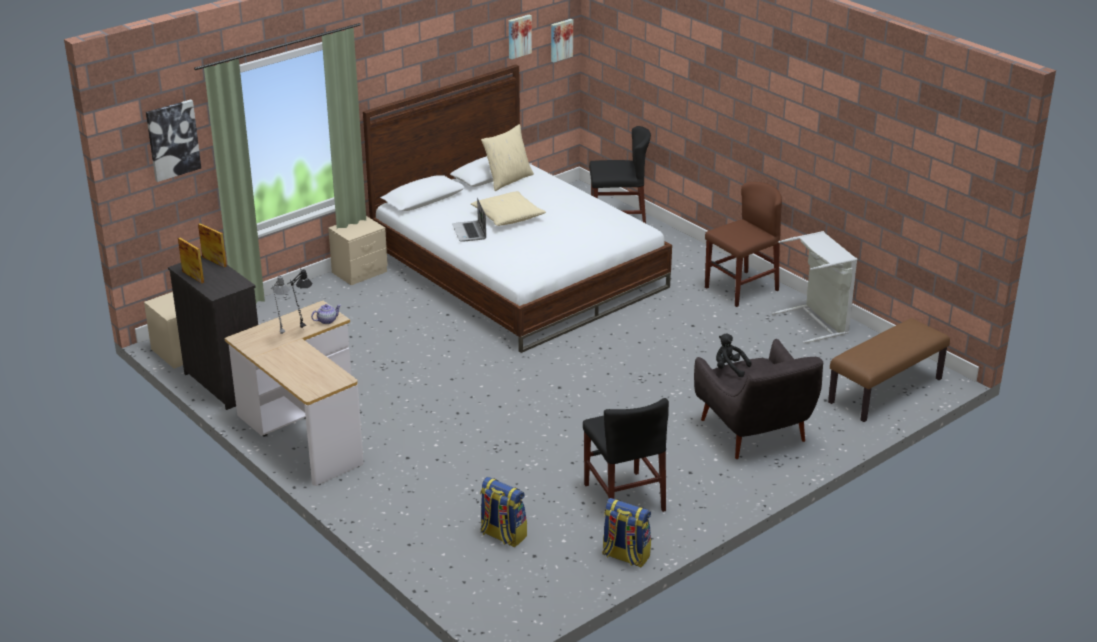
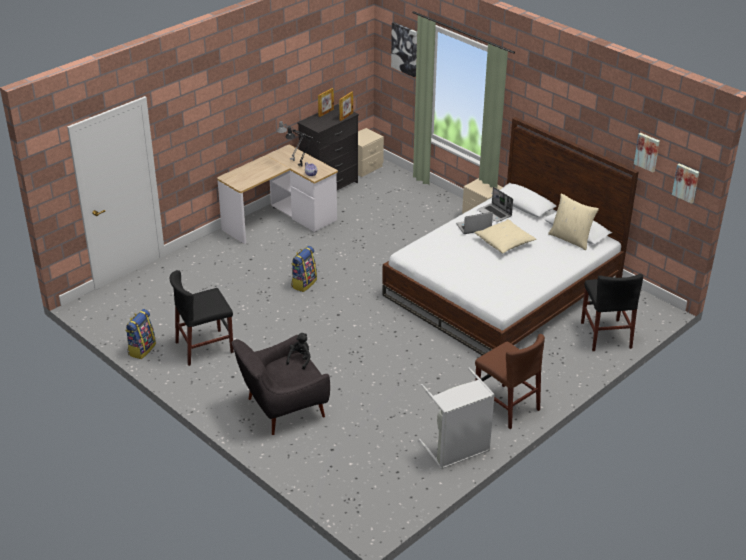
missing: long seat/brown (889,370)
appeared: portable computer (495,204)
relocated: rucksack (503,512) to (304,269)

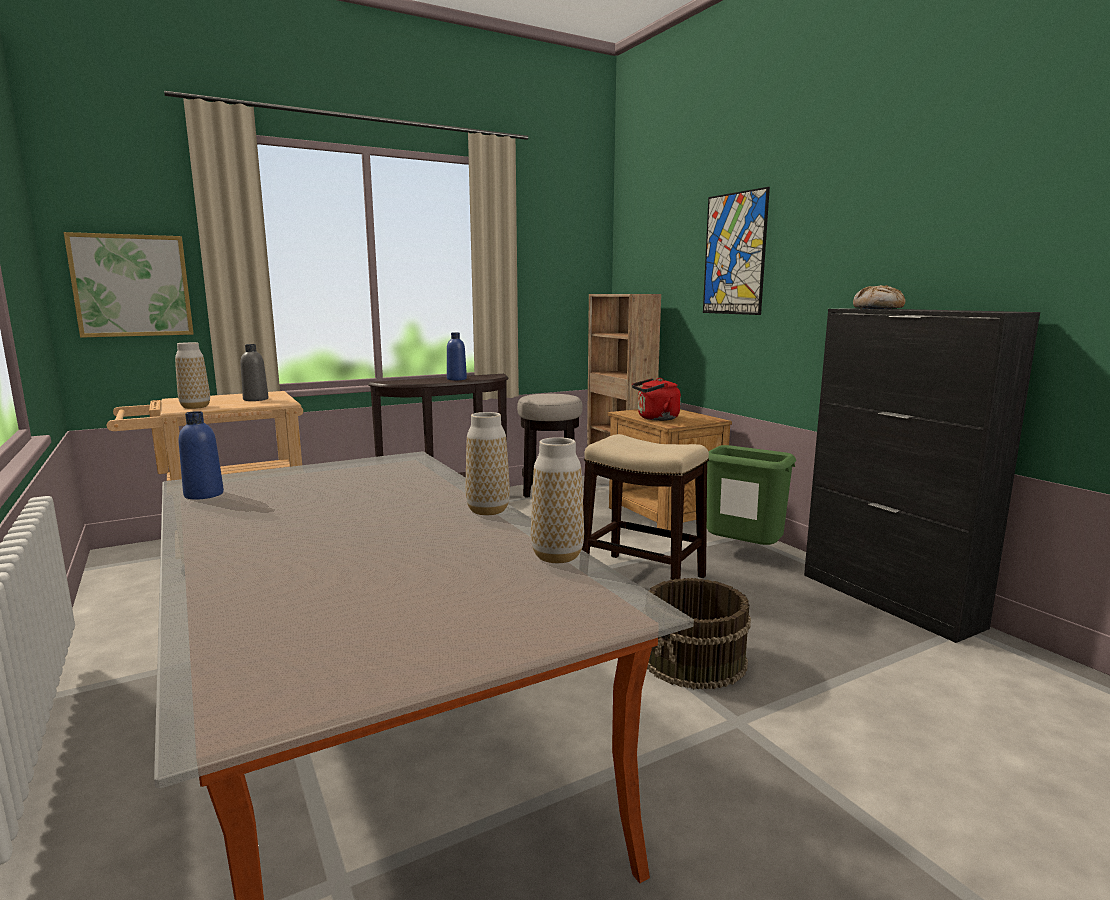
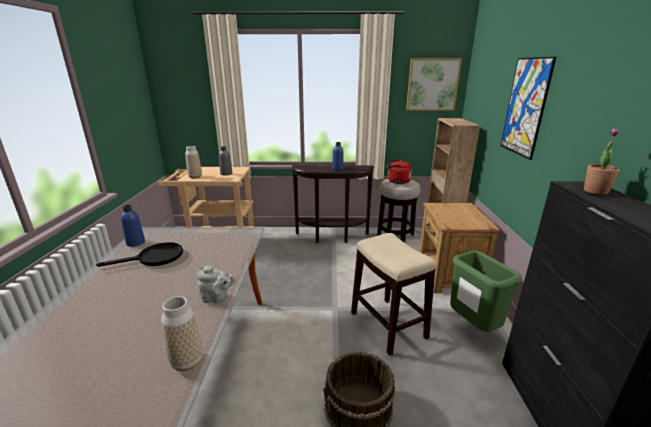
appeared: pan/black-coloured (139,254)
relocated: picture (129,285) to (434,84); kettle/red (656,399) to (399,171)
exchanged: decorative vase (487,463) to tea pot/grey (216,285); baked bread (879,297) to potted plant (601,161)

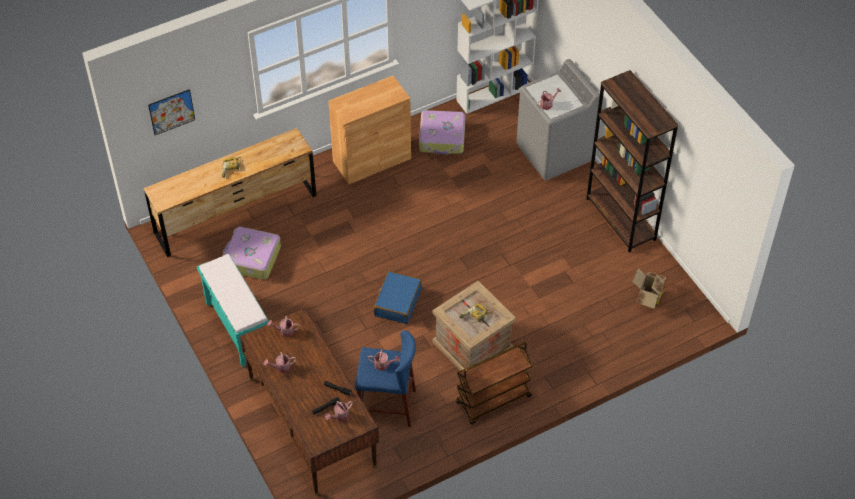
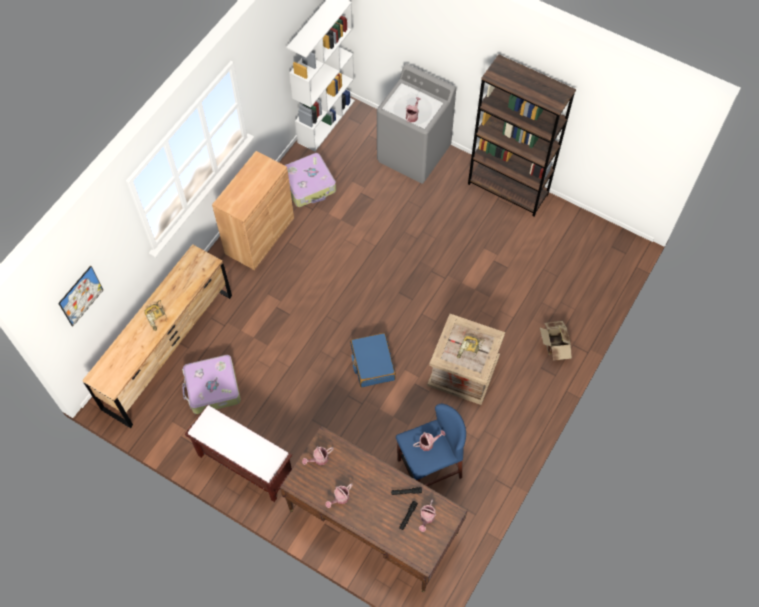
missing: trolley/brown (494,383)
relocated: cardboard box (650,288) to (556,341)
colour: long seat/turquoise-coloured (233,310) to long seat/brown (238,453)

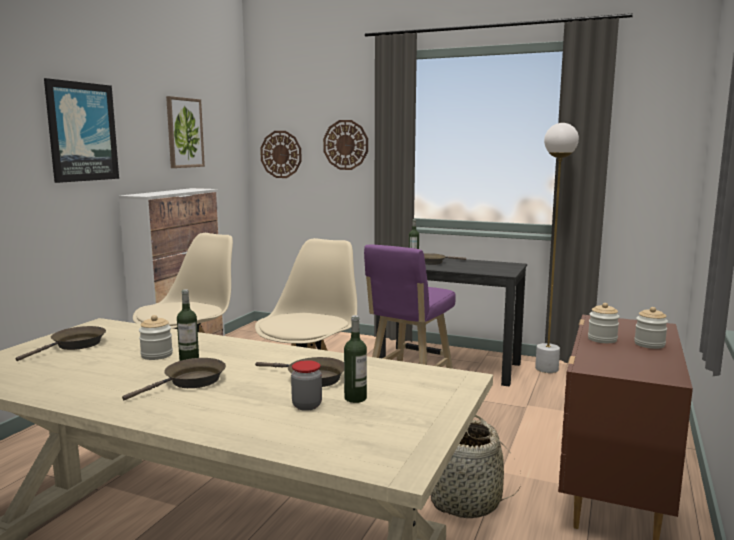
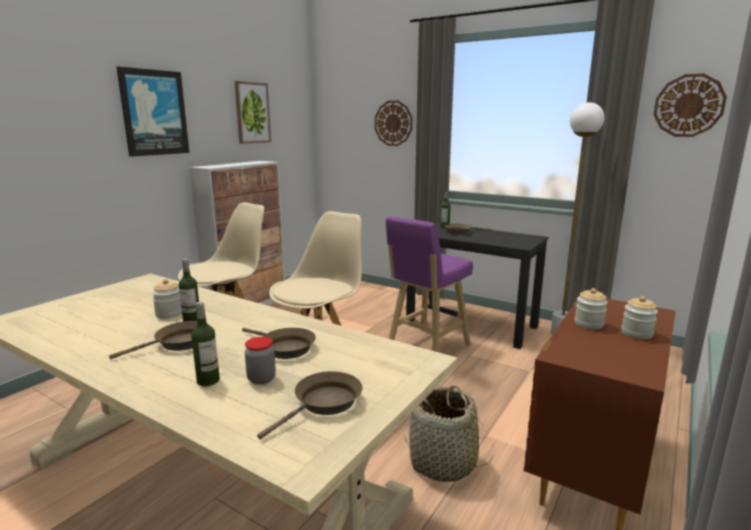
relocated: pan/brown (60,343) to (309,405); wall clock (281,154) to (690,105); drink bottle (355,359) to (205,344)

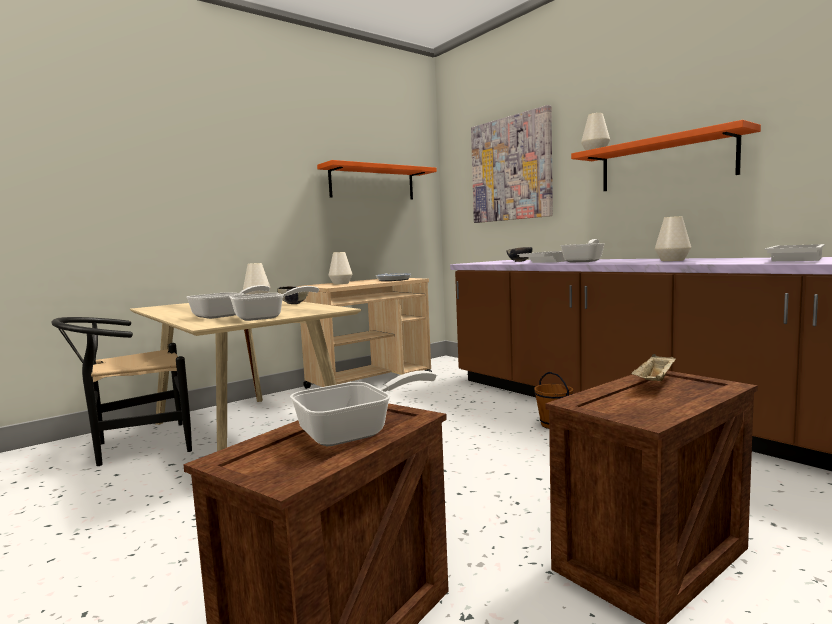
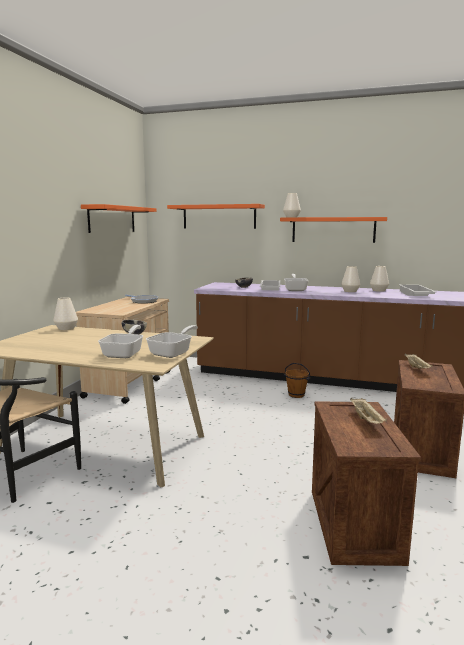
relocated: decorative vase/whitish (340,268) to (379,279)
exchanged: pan (363,408) to serving tray/sand-coloured (368,411); picture (512,164) to wall shelf/orange-coloured (216,216)

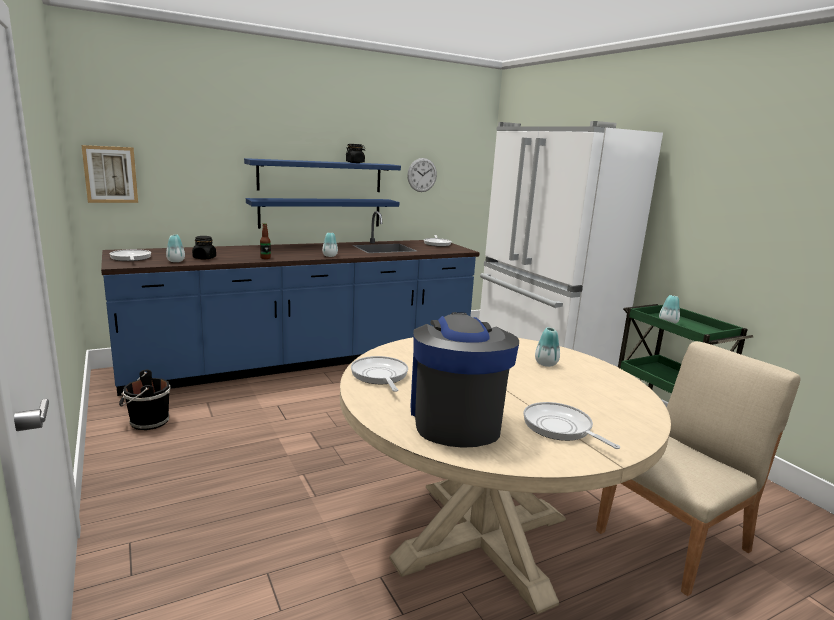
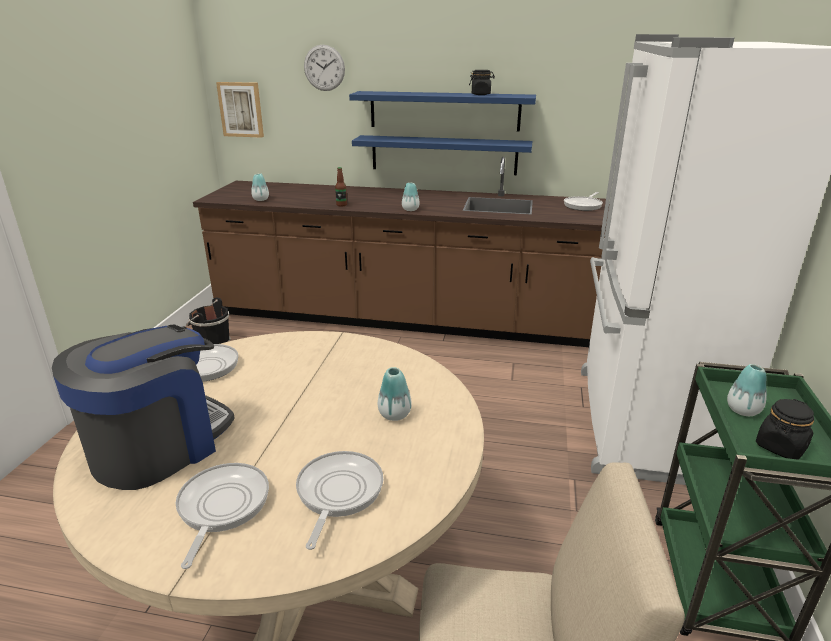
relocated: pan (130,255) to (340,500); preserve jar/black-coloured (204,247) to (785,429); wall clock (422,175) to (324,68)
colour: counter/blue-coloured (290,303) to counter/brown (401,252)

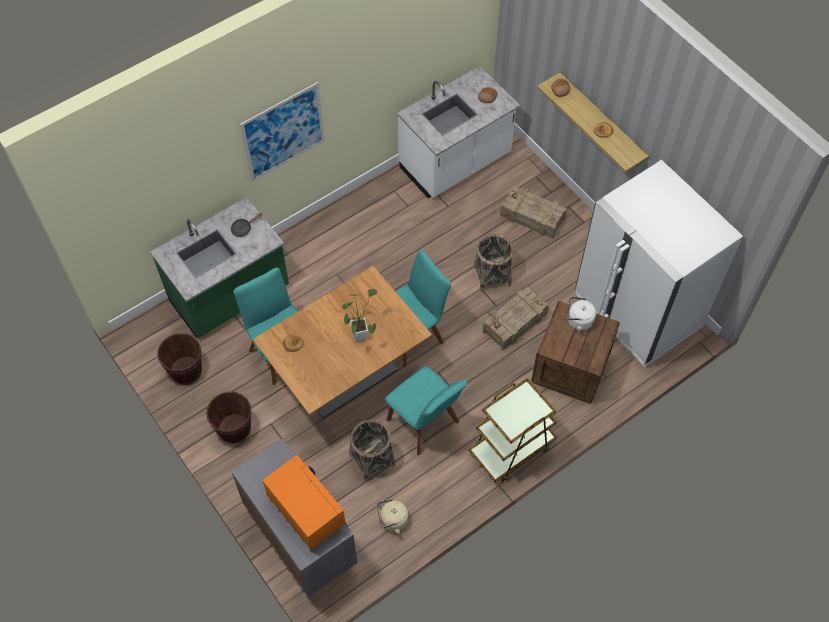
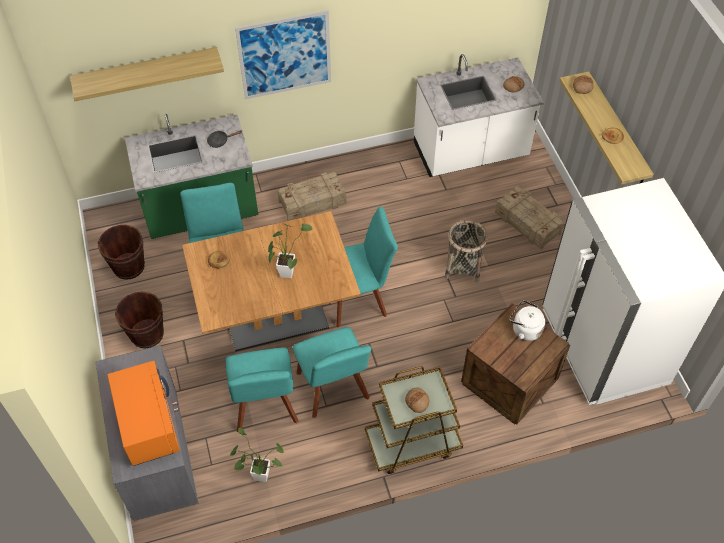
appeared: wall shelf (147,74); baked bread (417,400)
relocated: packing crate (515,318) to (311,196)
exchanged: household basket (372,450) to upright chair/turquoise-coloured (262,389); kettle/sand-coloured (393,516) to potted plant (257,454)

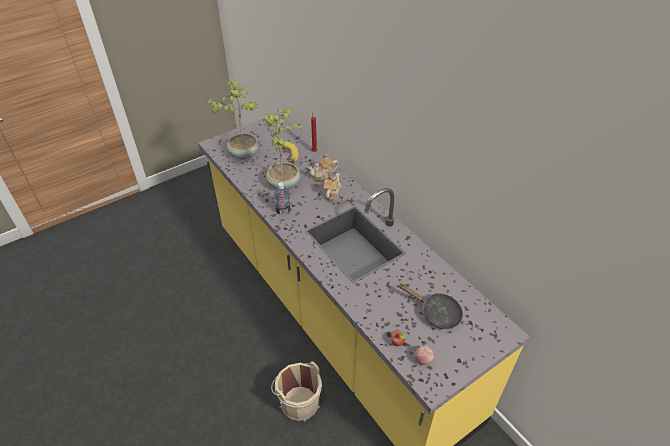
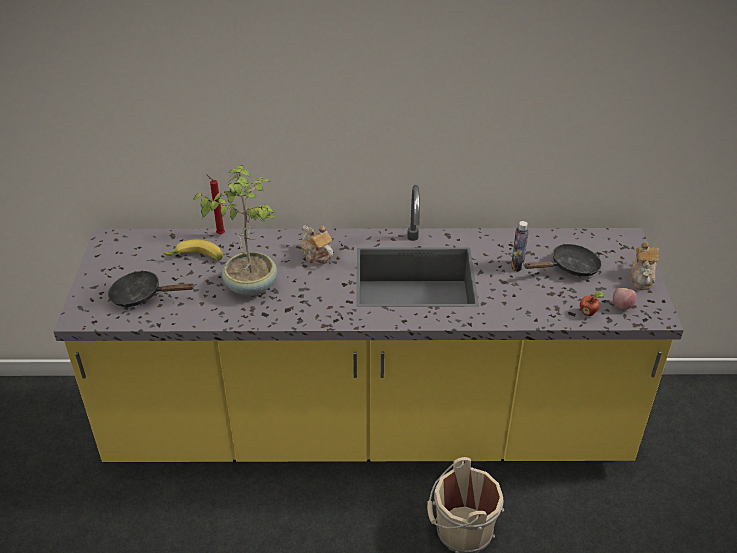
relocated: drink bottle (282,198) to (520,246); tea pot (323,167) to (645,266)
exchanged: potted plant (233,120) to pan/black-coloured (151,288)

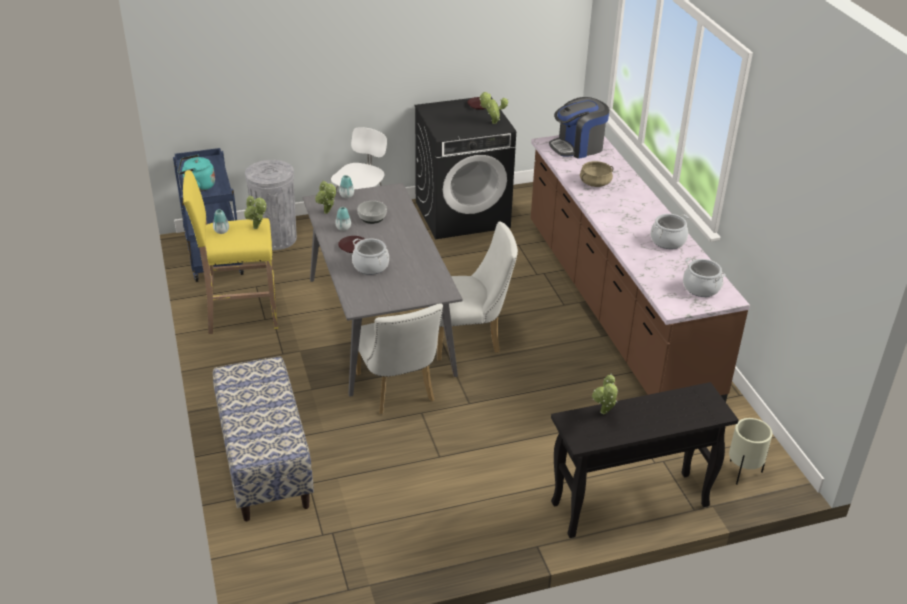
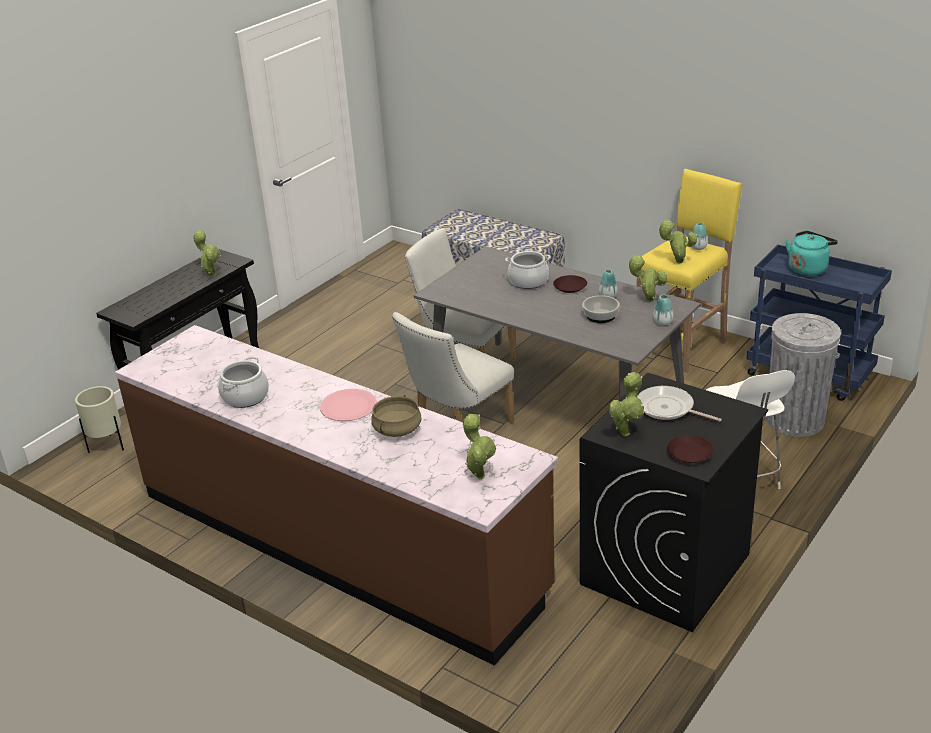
missing: stockpot (704,277)
appeared: plate/pink (348,405); pan (679,403)
exchanged: coffee brewer (579,128) to potted plant (479,446)

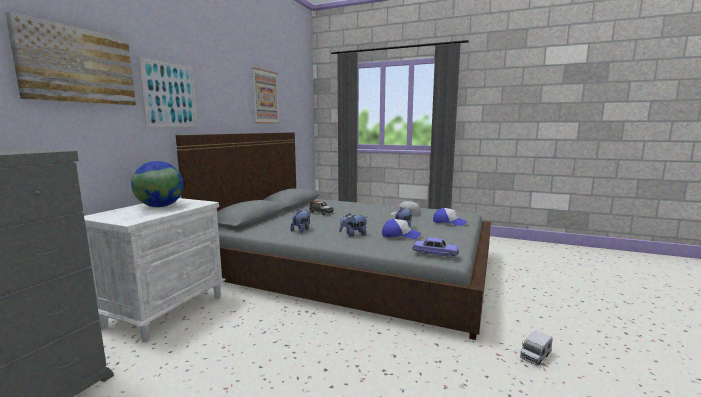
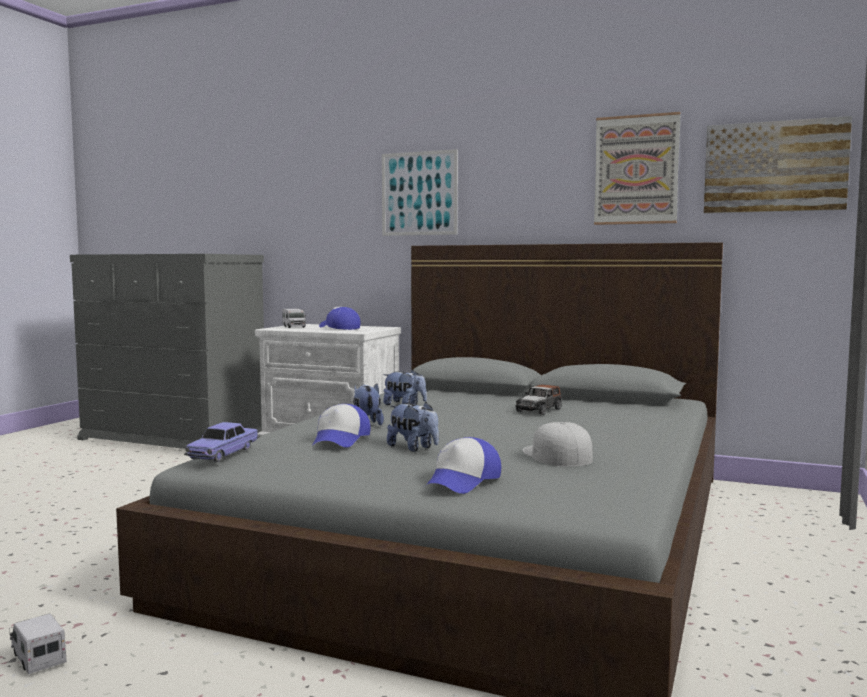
appeared: toy lorry (294,318)
relocated: picture (70,58) to (778,164)
exchanged: world globe (157,184) to peaked cap (339,318)

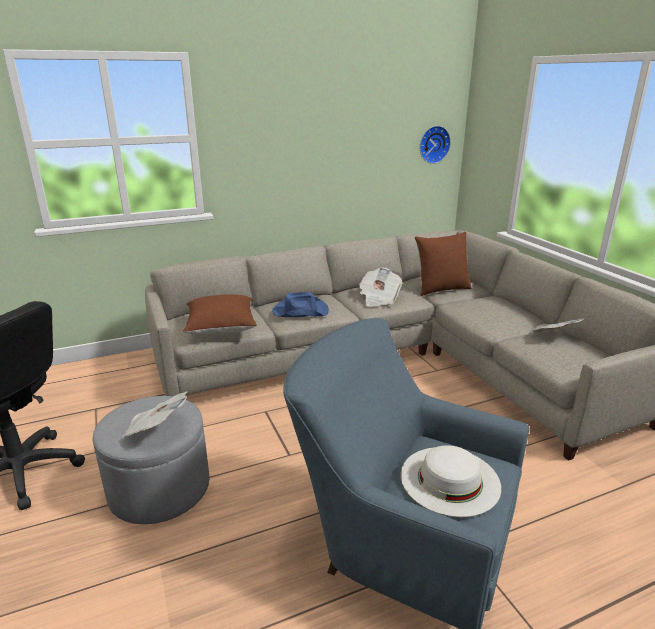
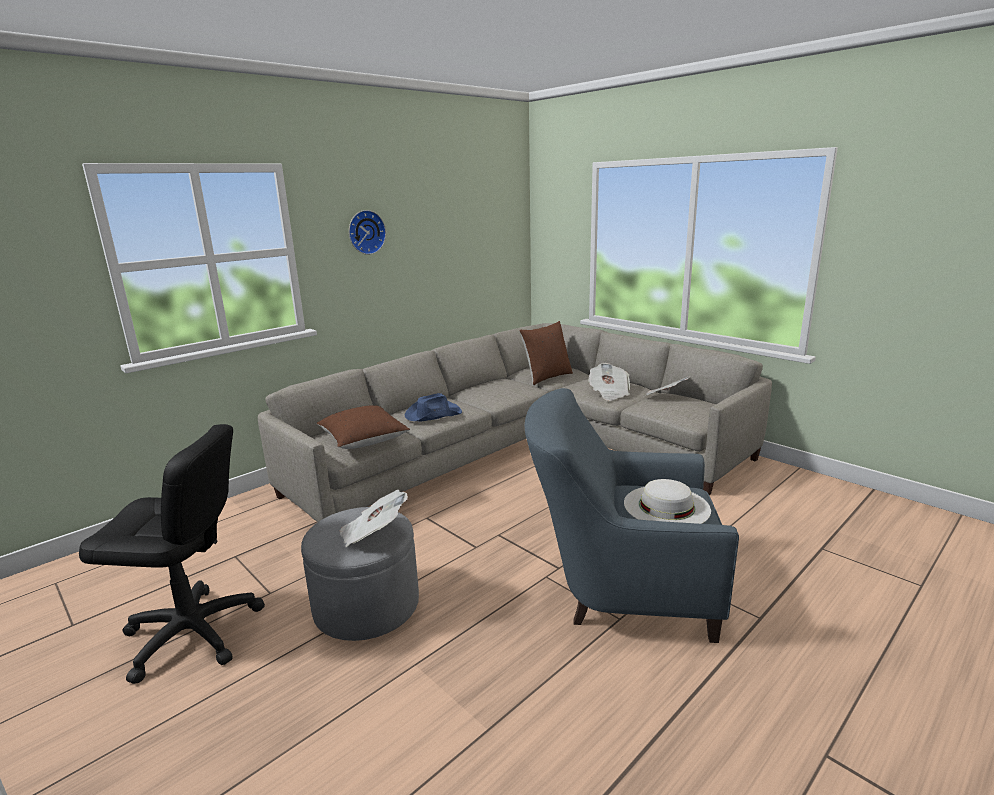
relocated: printed paper (381,287) to (609,382); wall clock (435,145) to (367,232)

